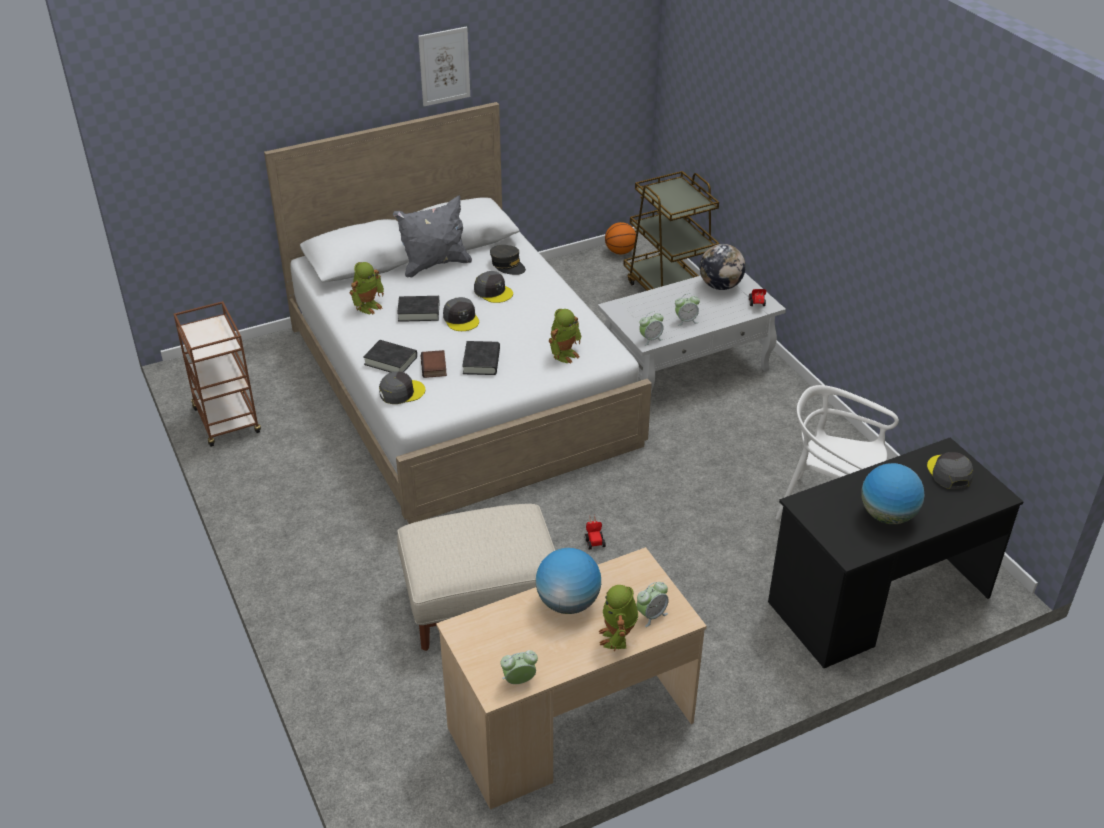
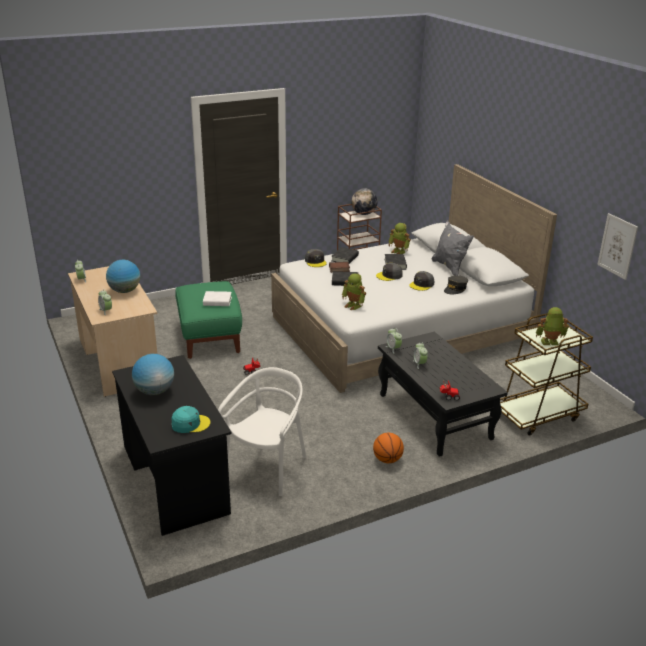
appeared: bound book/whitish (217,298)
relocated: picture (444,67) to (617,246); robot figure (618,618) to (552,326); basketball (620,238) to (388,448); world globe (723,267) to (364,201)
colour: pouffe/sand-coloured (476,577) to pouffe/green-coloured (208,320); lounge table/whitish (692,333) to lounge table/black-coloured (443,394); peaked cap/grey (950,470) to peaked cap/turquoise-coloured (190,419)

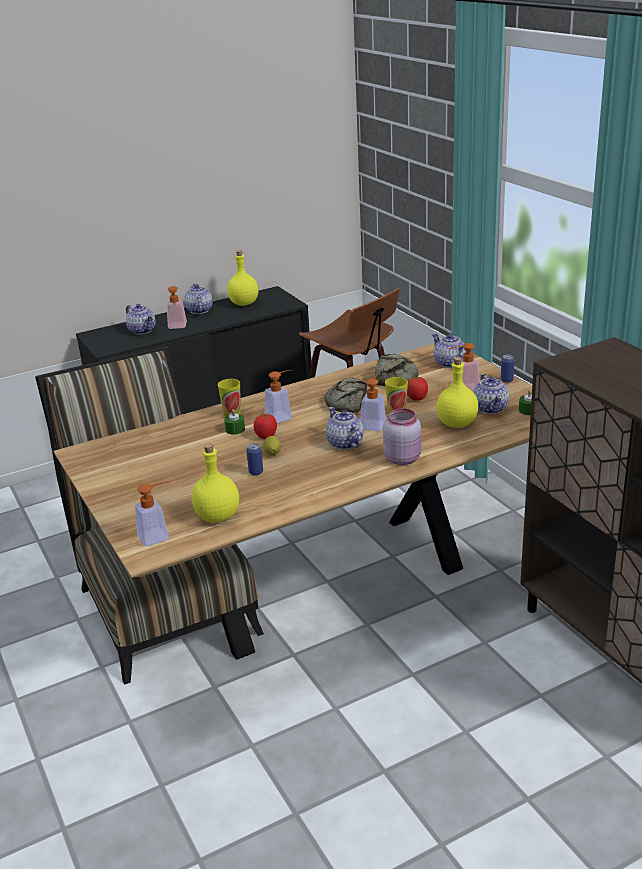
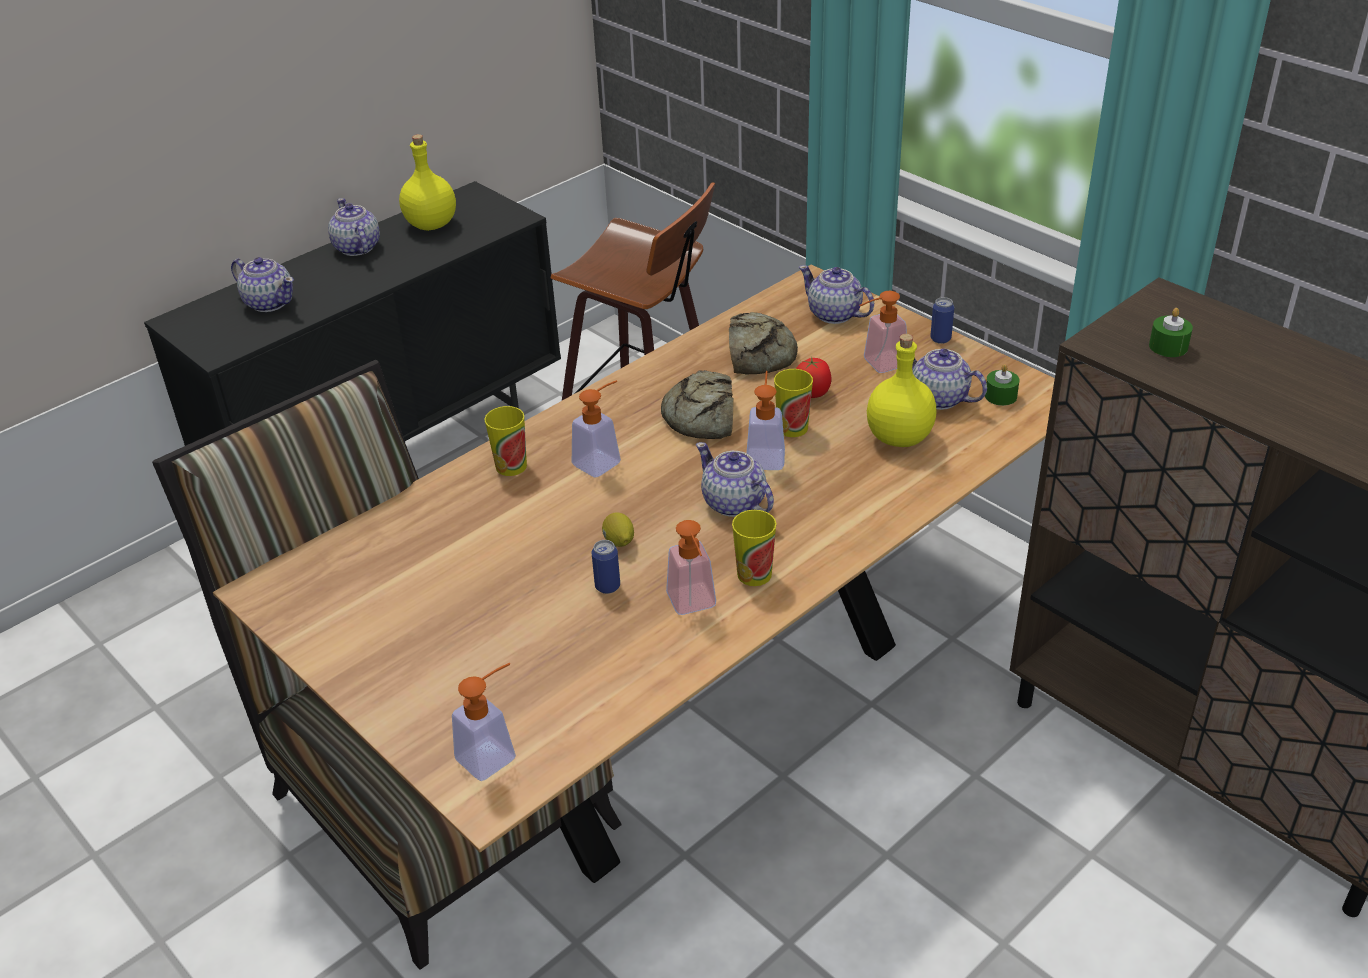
missing: drink bottle/yellow-coloured (215,483); fresh tomato (265,426); preserve jar/pink (402,436)
appeared: small cup (754,548)
relocated: soap bottle (177,307) to (691,567); candle/green-coloured (234,422) to (1171,332)
spun: tea pot (491,394) = (949,379) 150 degrees clockwise

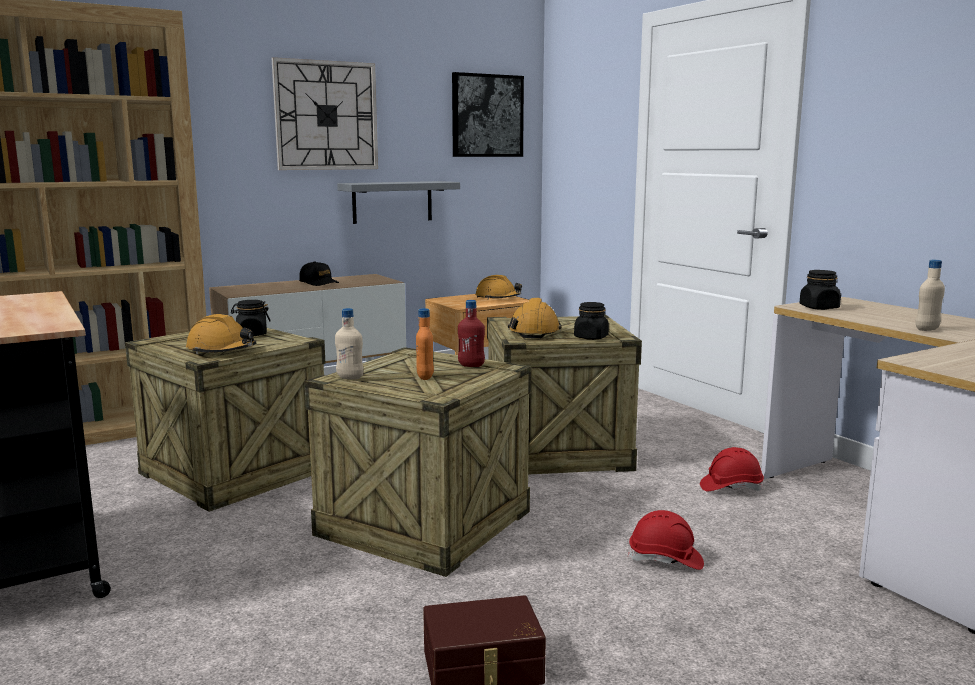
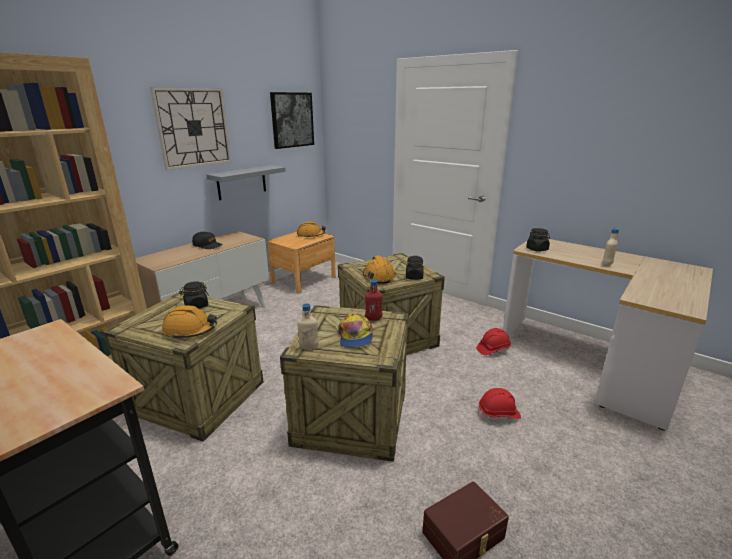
exchanged: drink bottle/orange-coloured (425,344) to peaked cap (355,330)

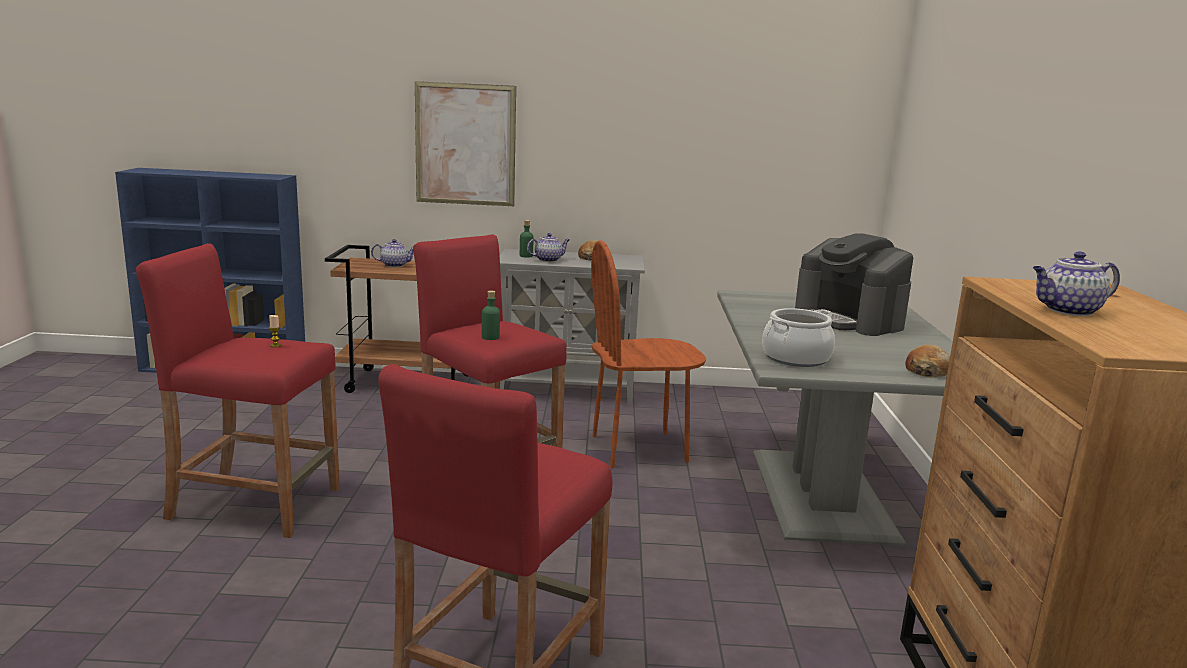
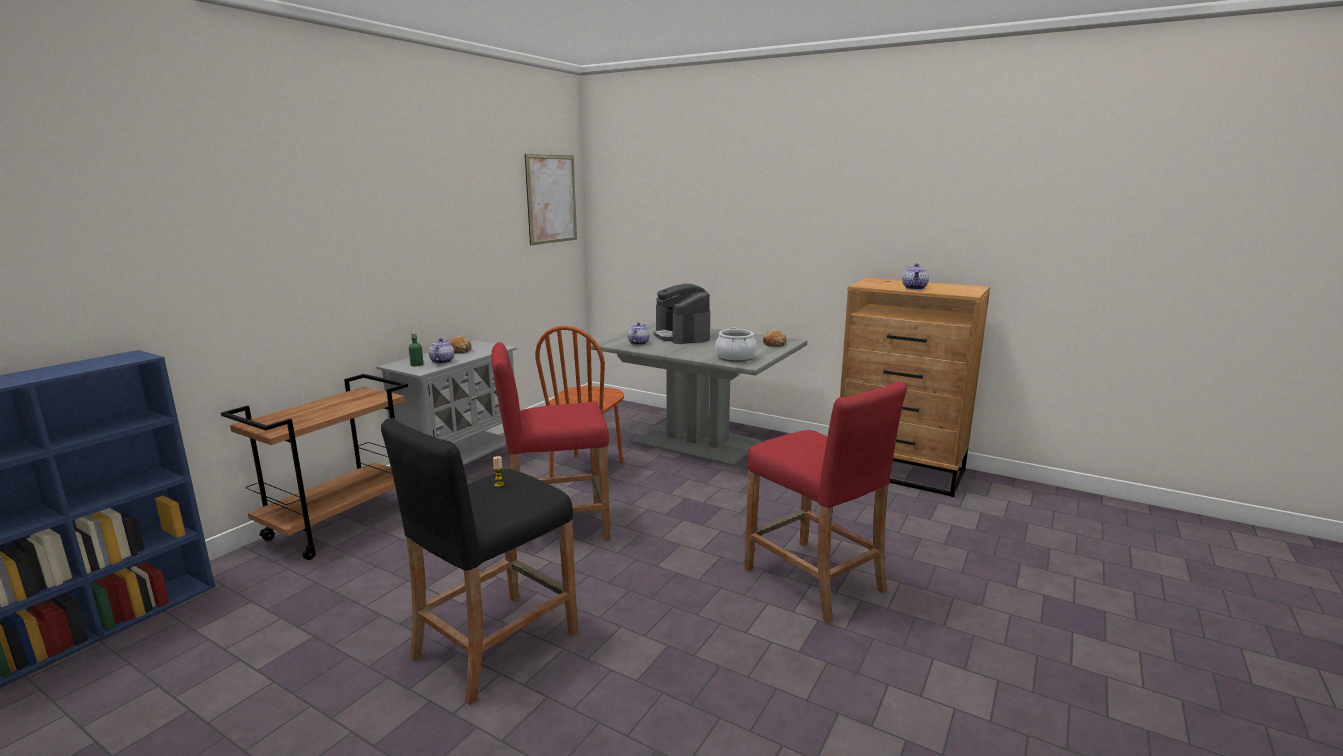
missing: drink bottle/green-coloured (491,315)
relocated: tea pot (392,253) to (638,334); picture (465,143) to (551,199)
colour: stool/red (238,390) to stool/black-coloured (479,561)
spun: coffee brewer (854,284) = (682,314) 75 degrees clockwise

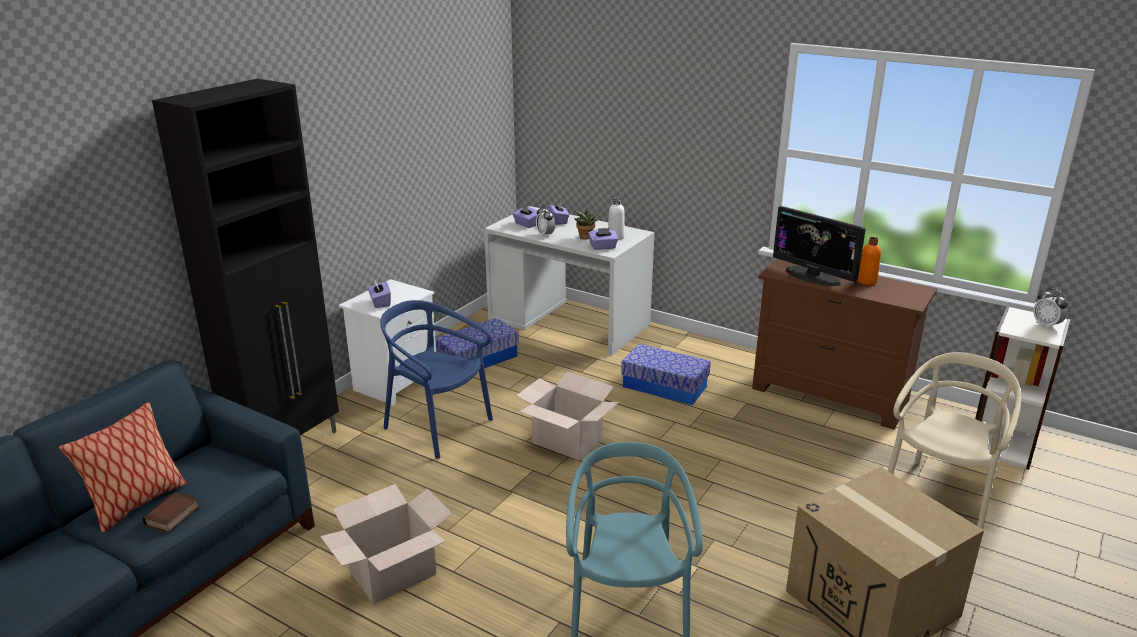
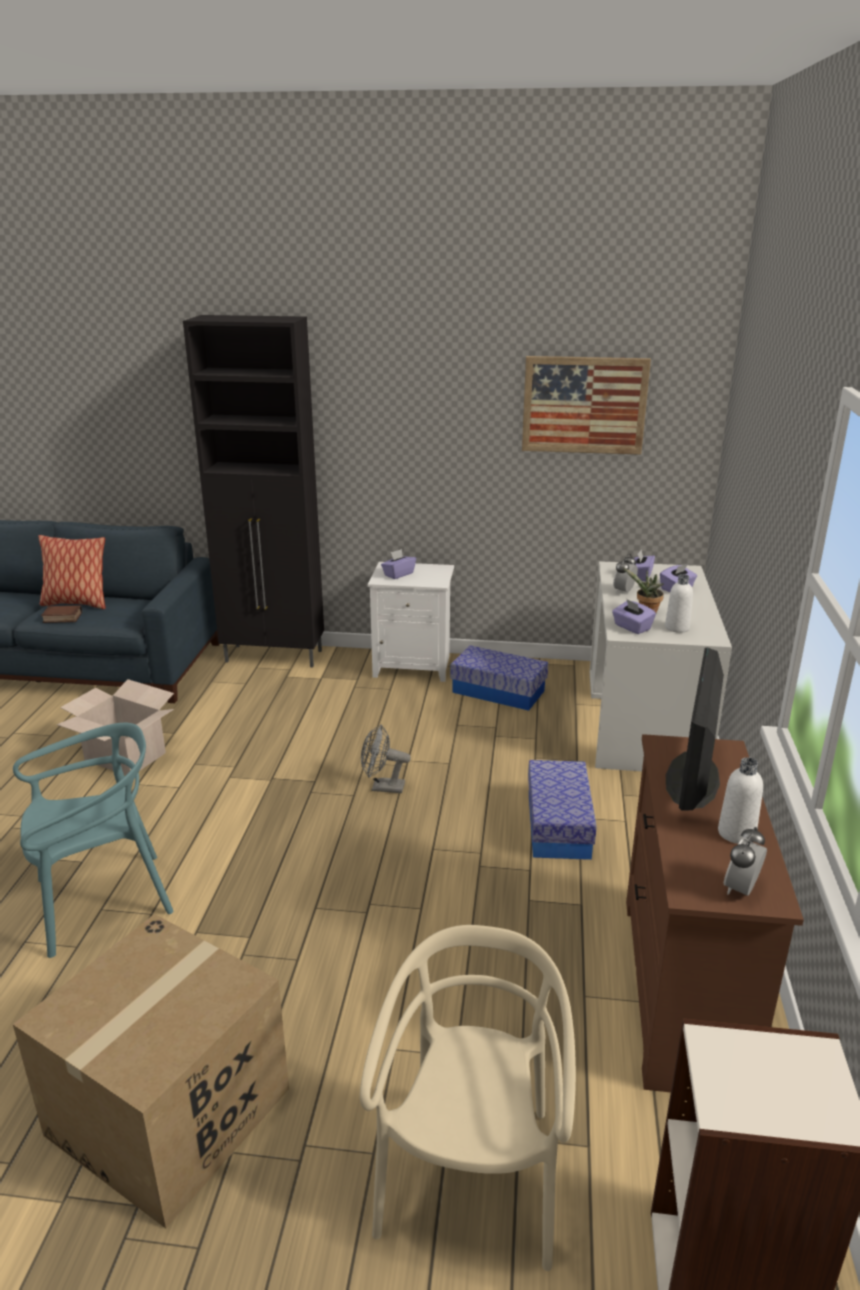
missing: upright chair/blue-coloured (436,379)
appeared: picture (586,405)
relocated: table clock (1050,309) to (745,861)
exchanged: cardboard box (567,416) to cooling fan/grey (386,759)
colour: drink bottle/orange-coloured (869,261) to drink bottle/whitish (740,800)
spun: upright chair/sand-coloured (954,440) = (468,1098) 90 degrees counterclockwise

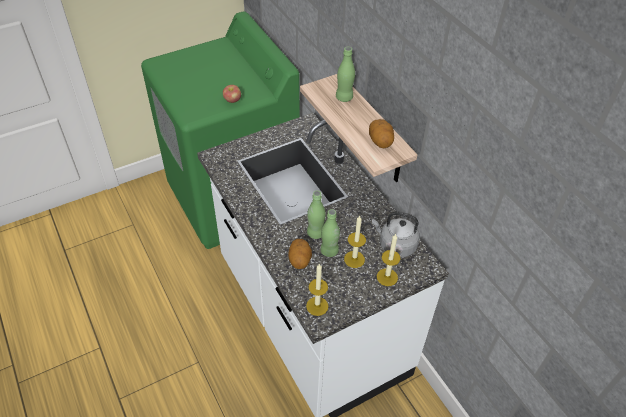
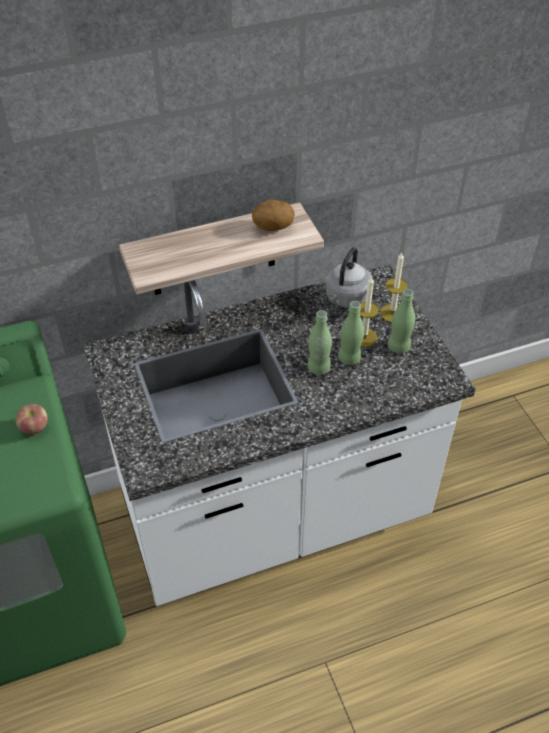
missing: spud (300,254); candle (317,289)
relocated: drink bottle/green-coloured (345,74) to (401,321)

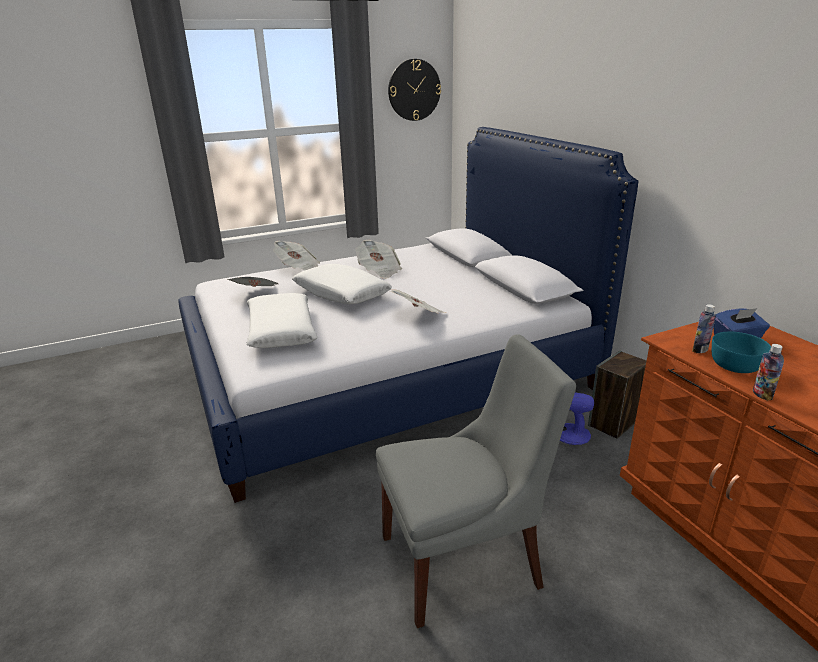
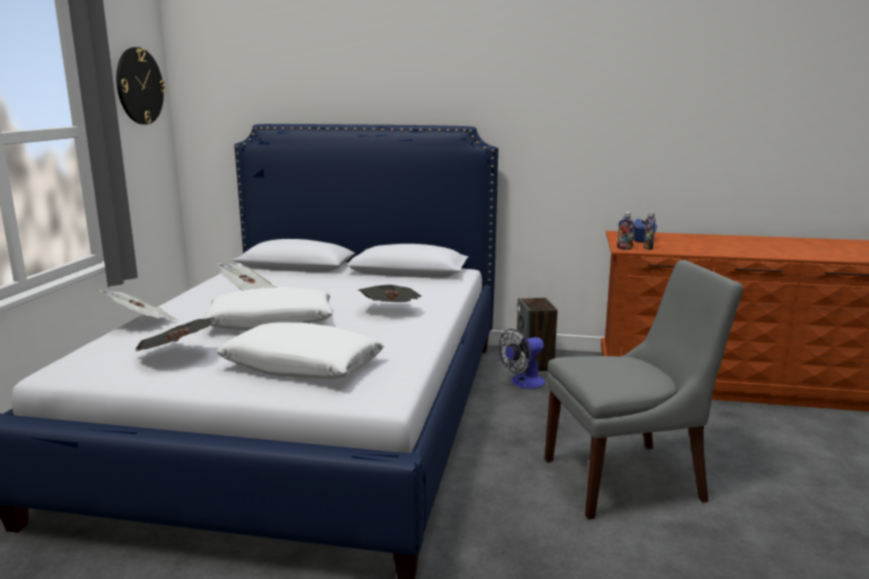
missing: deep dish/turquoise-coloured (741,352)
relocated: drink bottle (768,372) to (626,231)
spun: upright chair/grey (476,481) = (644,390) 60 degrees clockwise

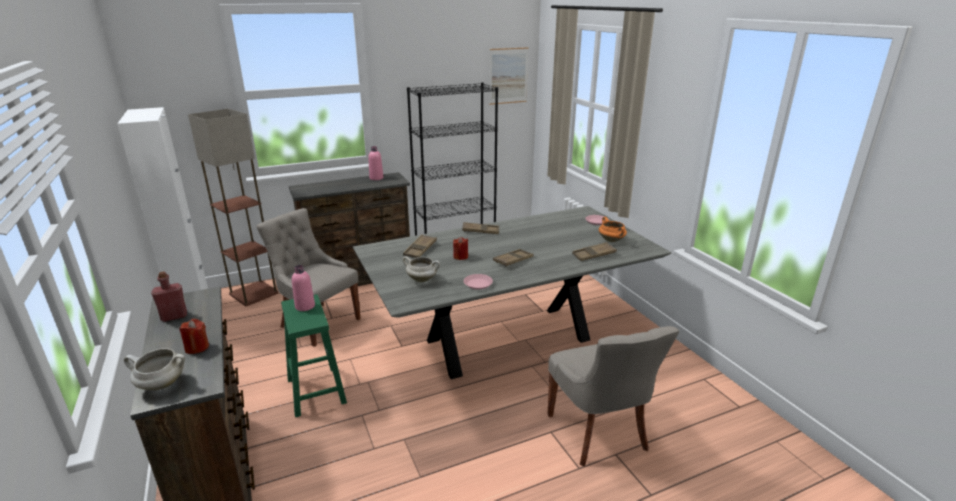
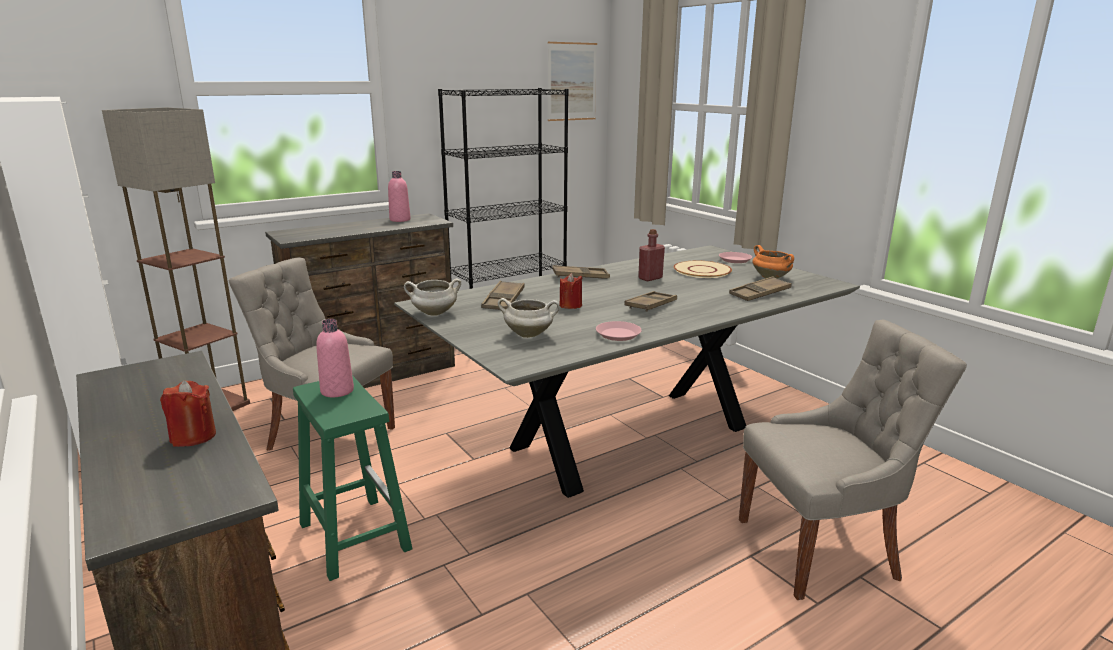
appeared: plate/sand-coloured (702,269)
relocated: stockpot/whitish (154,369) to (432,297); drink bottle/red (169,297) to (651,255)
spun: upright chair/grey (613,396) = (853,460) 75 degrees counterclockwise

